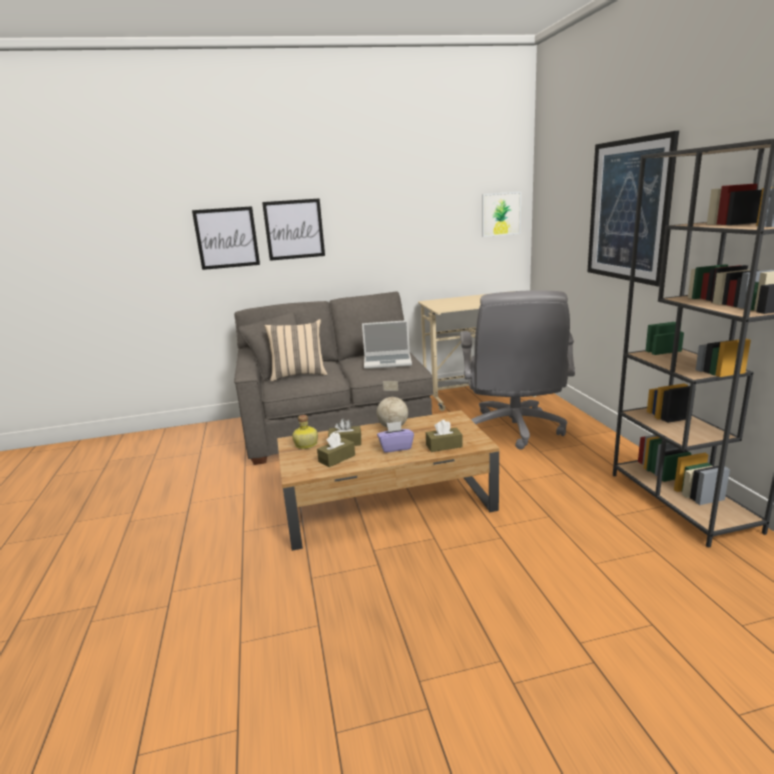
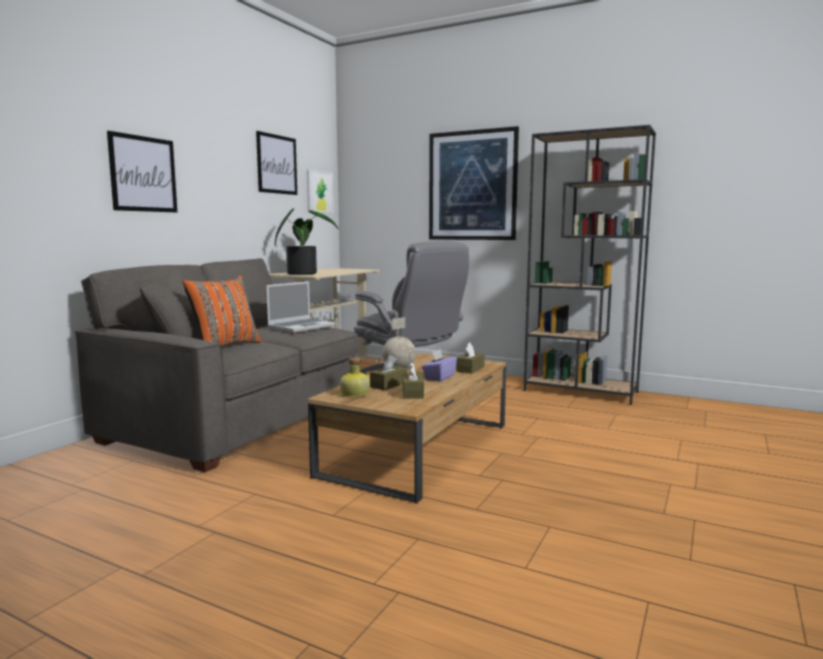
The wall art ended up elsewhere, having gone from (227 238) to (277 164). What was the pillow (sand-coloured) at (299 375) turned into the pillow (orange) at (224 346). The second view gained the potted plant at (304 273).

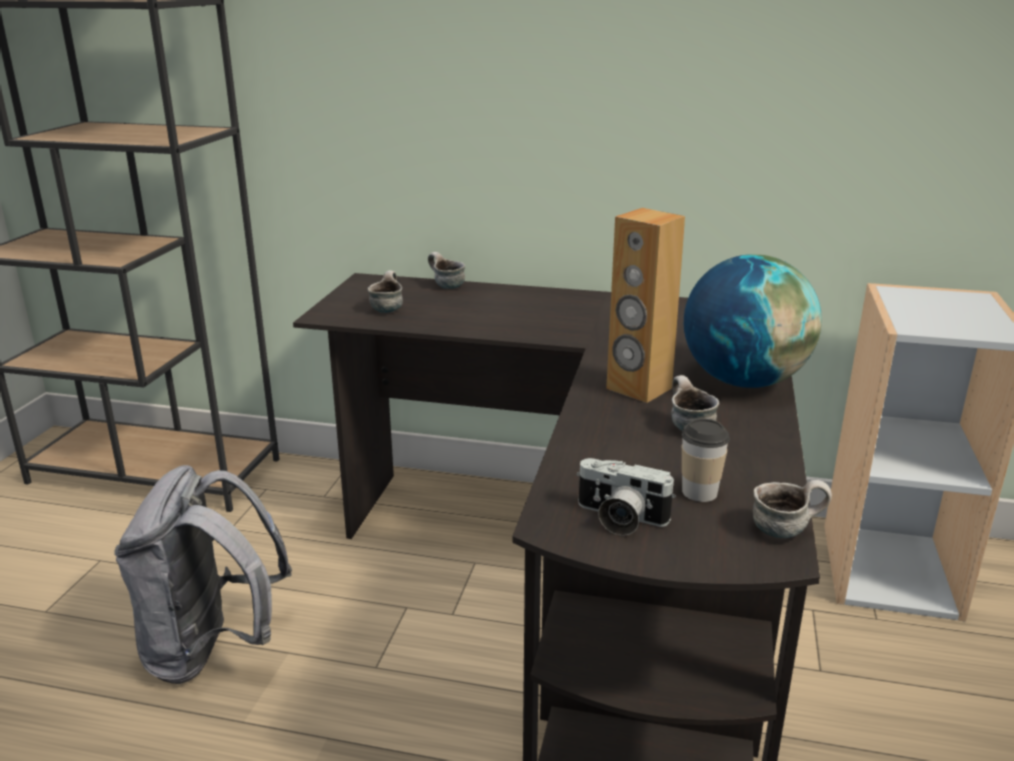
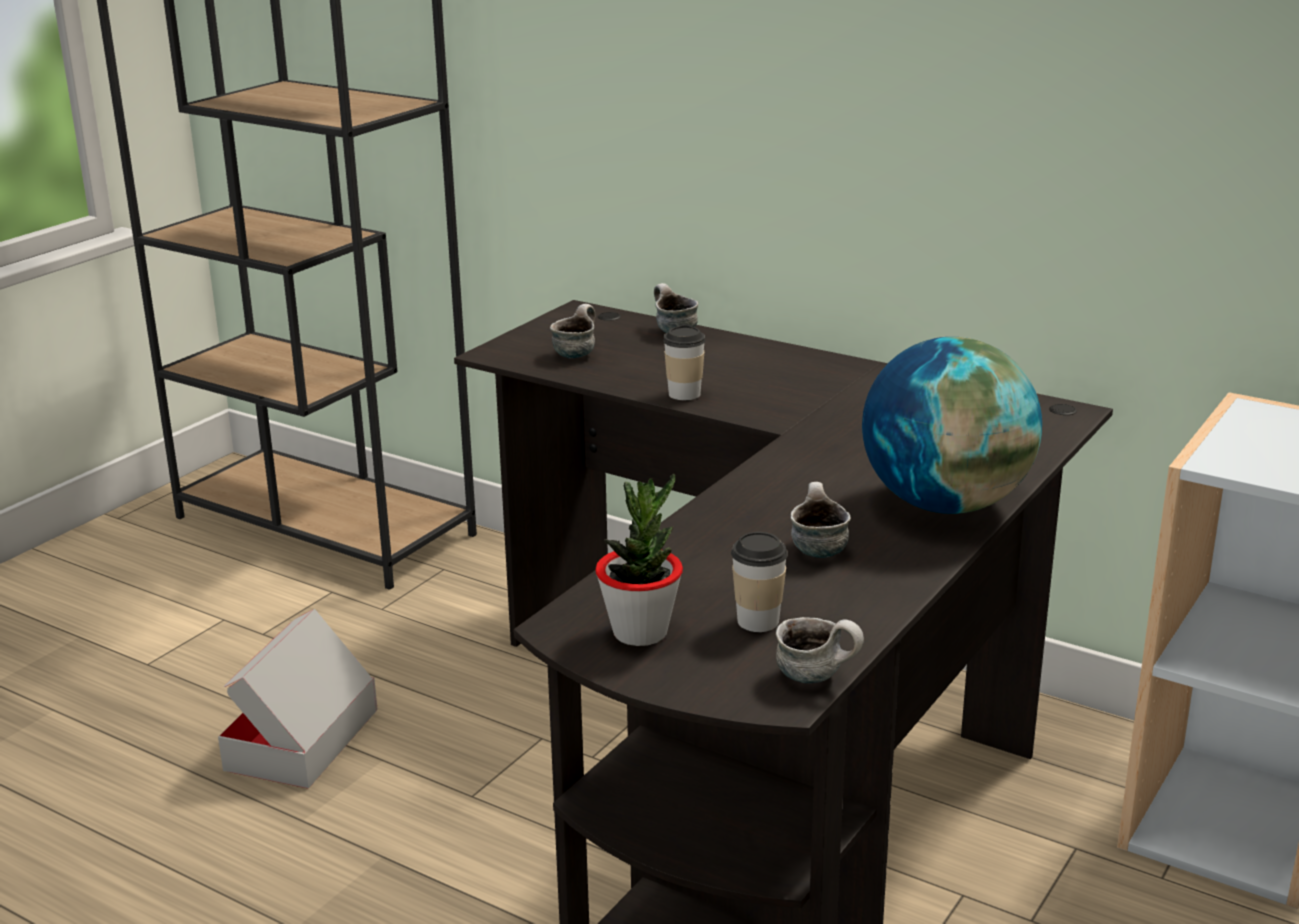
The second view lost the speaker (brownish) at (638 389). Where the still camera stood at (619 519), the potted plant came to stand at (640 632). Where the knapsack (gray) stood at (212 649), the carton came to stand at (302 739). The second view gained the small cup at (684 394).

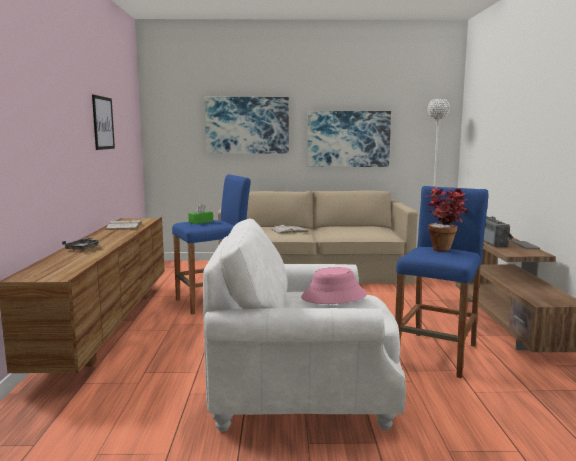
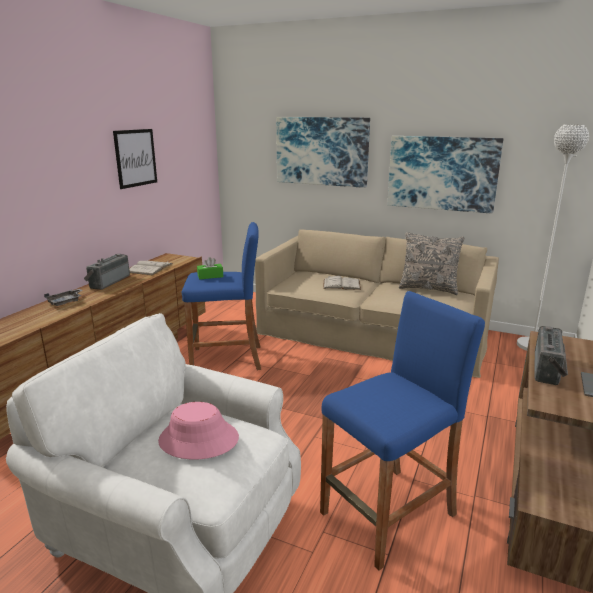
The second view lost the potted plant at (445 249). The second view gained the pillow (gray) at (428 289). The second view gained the radio set at (108 282).

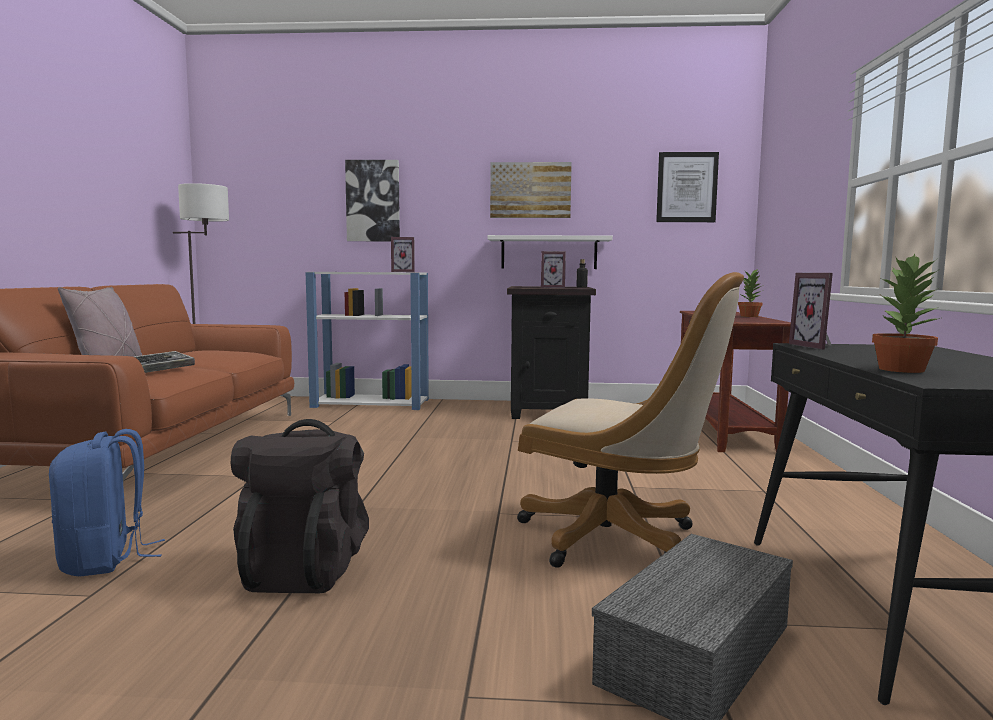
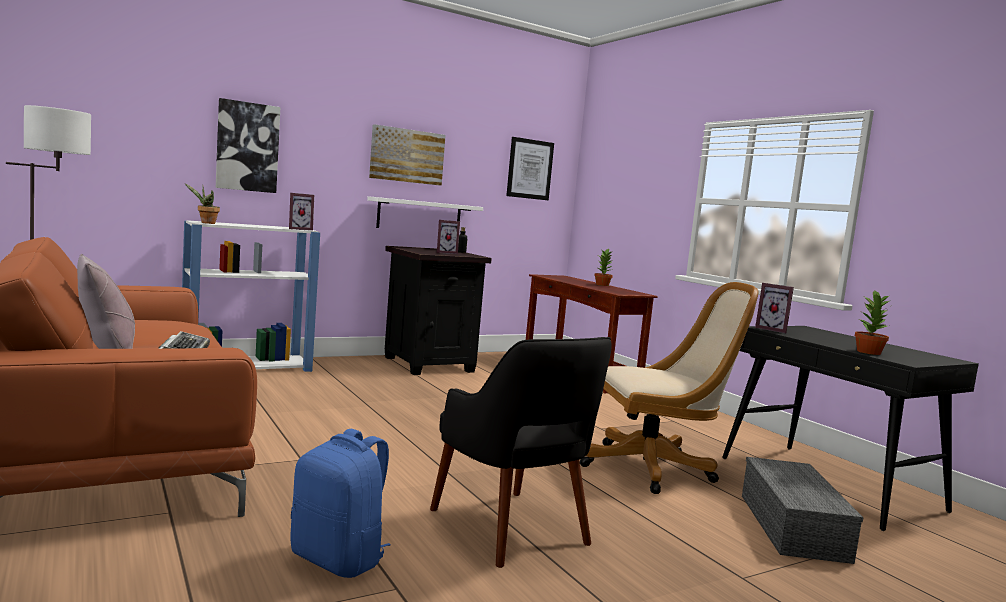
Where the knapsack (black) stood at (305 568), the armchair (black) came to stand at (511 529). The second view gained the potted plant at (206 223).

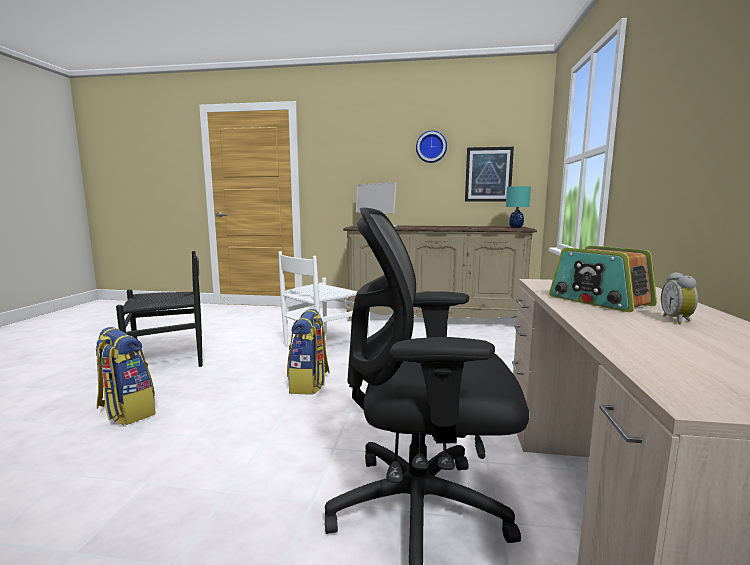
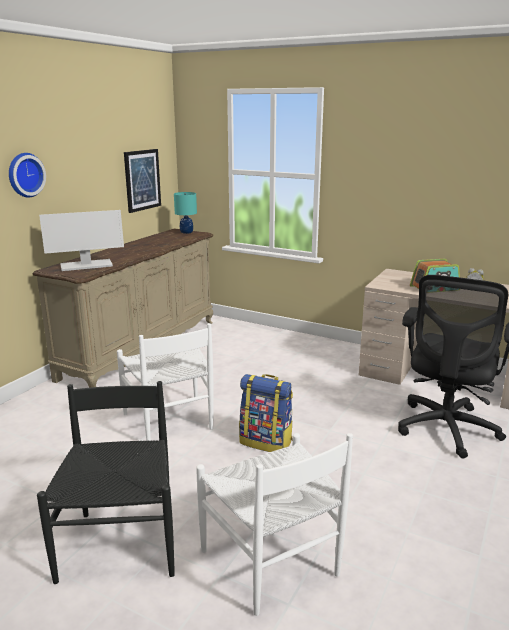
The hanging clock ended up elsewhere, having gone from (431 147) to (24 175). Where the knapsack stood at (126 412), the upright chair (white-coloured) came to stand at (273 562).

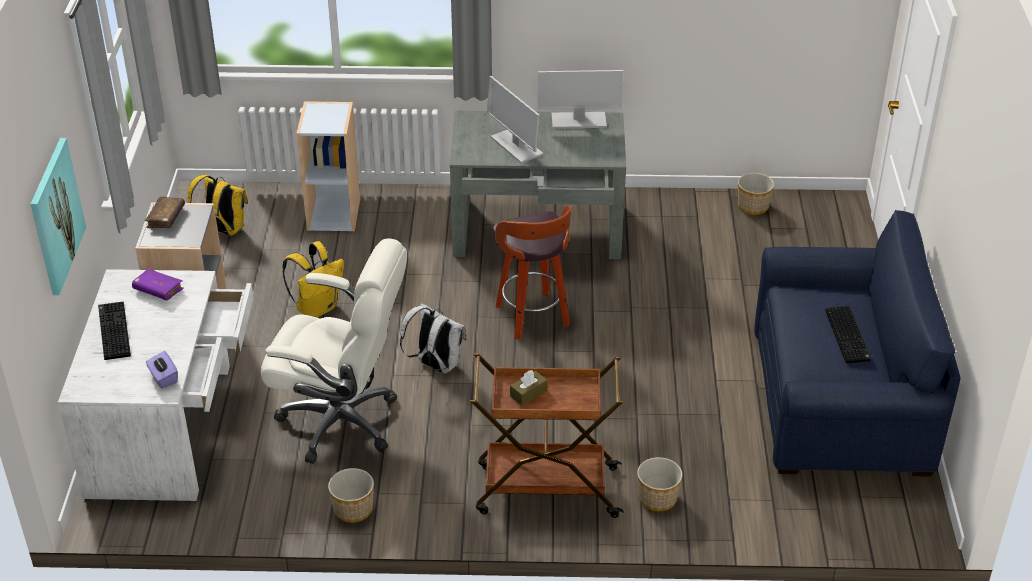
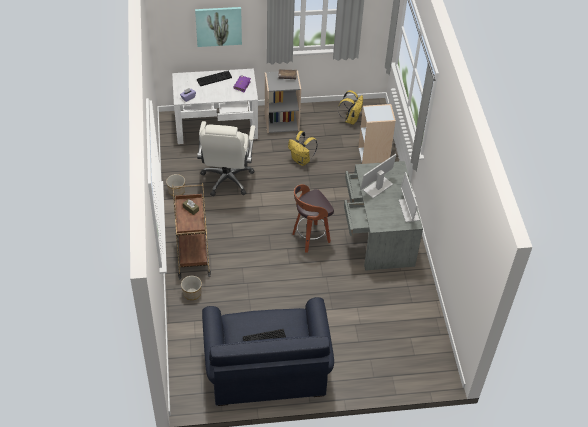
The second view lost the planter at (753 207). The second view lost the knapsack (white-coloured) at (435 365).

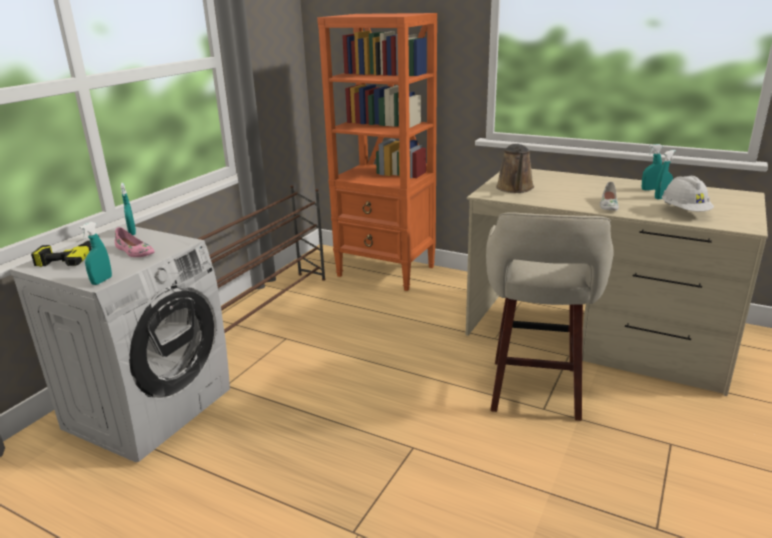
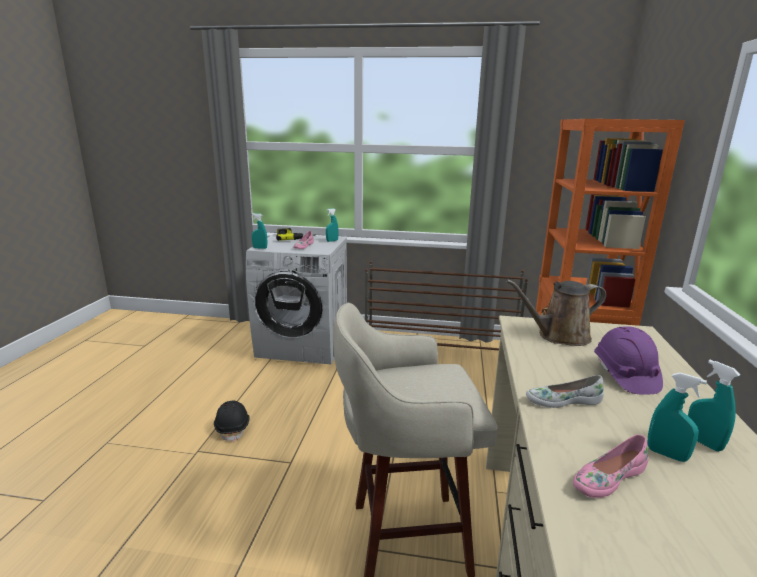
Where the work helmet (white-coloured) stood at (684 212), the item of footwear (pink) came to stand at (607 477). The second view gained the work helmet (purple-coloured) at (624 375). The second view gained the work helmet (black) at (233 428).

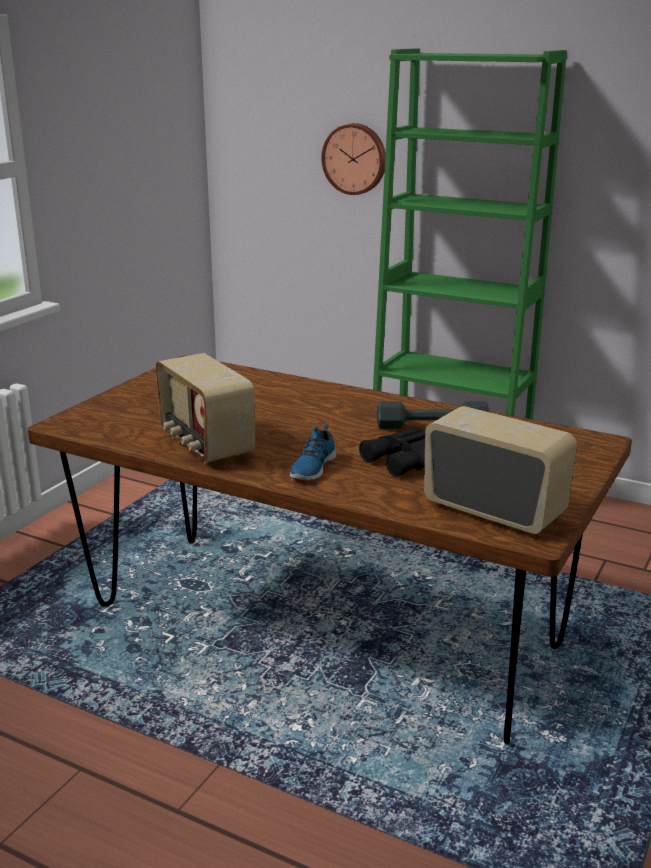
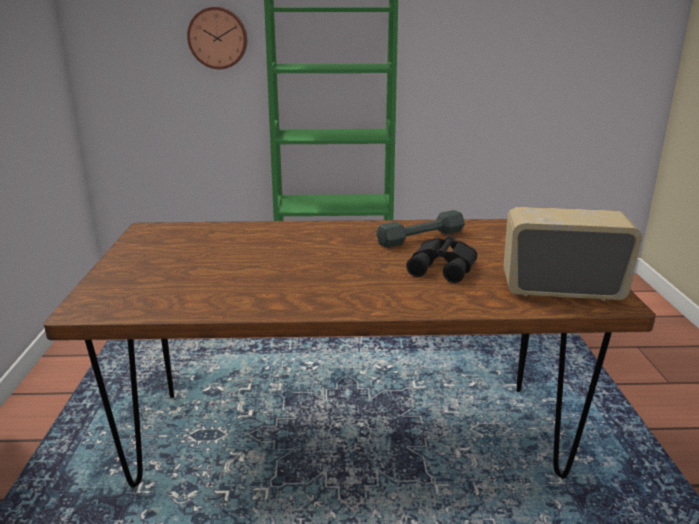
The second view lost the radio set at (205 445). The second view lost the item of footwear at (312 467).

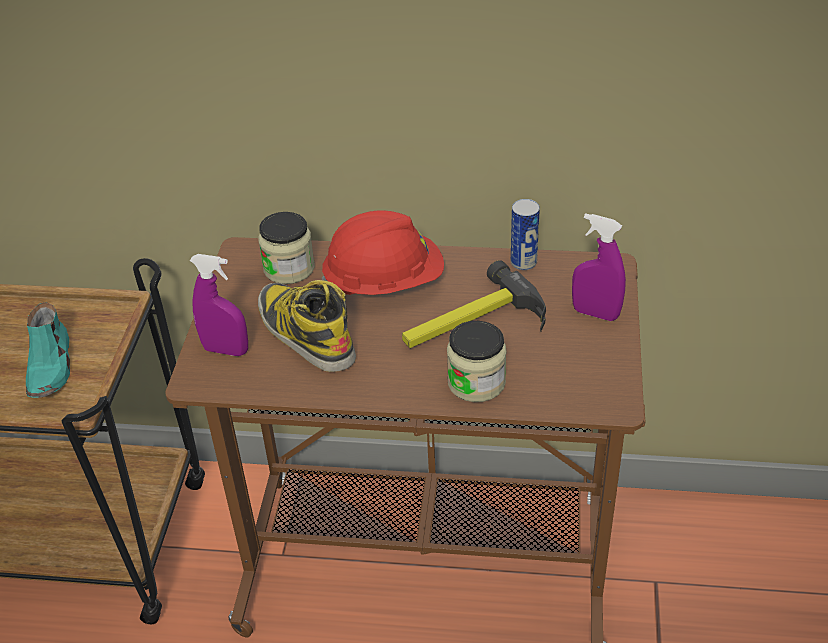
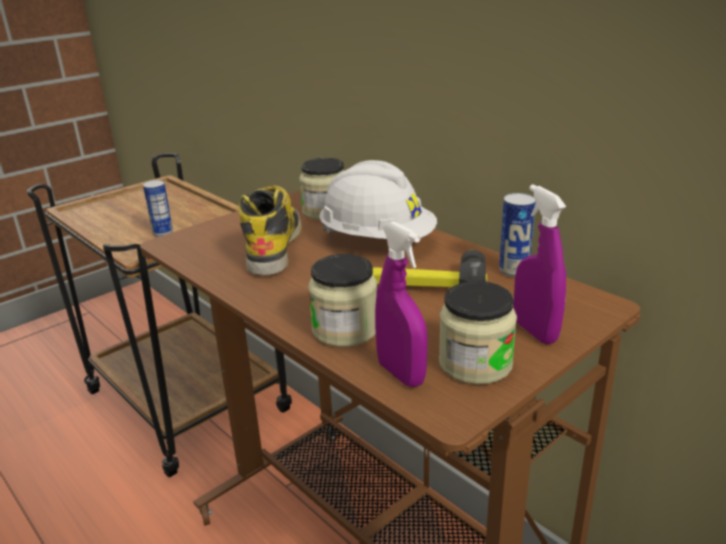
What was the work helmet (red-coloured) at (384 282) turned into the work helmet (white-coloured) at (377 241). The hand sprayer (purple-coloured) ended up elsewhere, having gone from (226 350) to (401 374). Where the item of footwear (turquoise) stood at (51 366), the sealed can came to stand at (163 233). The second view gained the jar at (475 364).

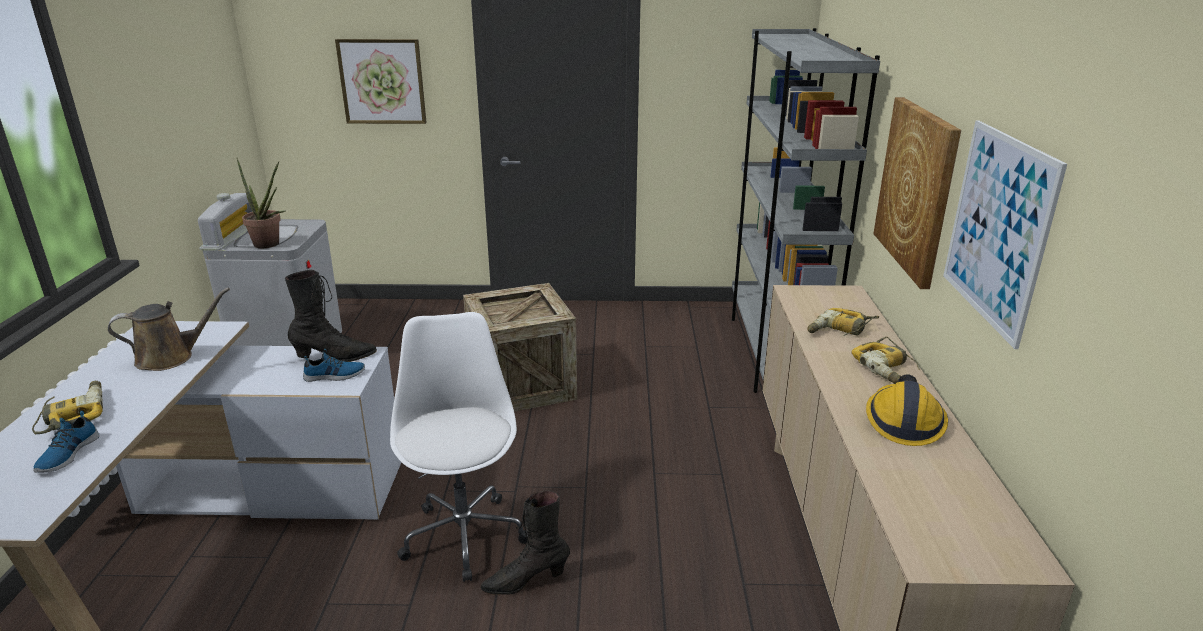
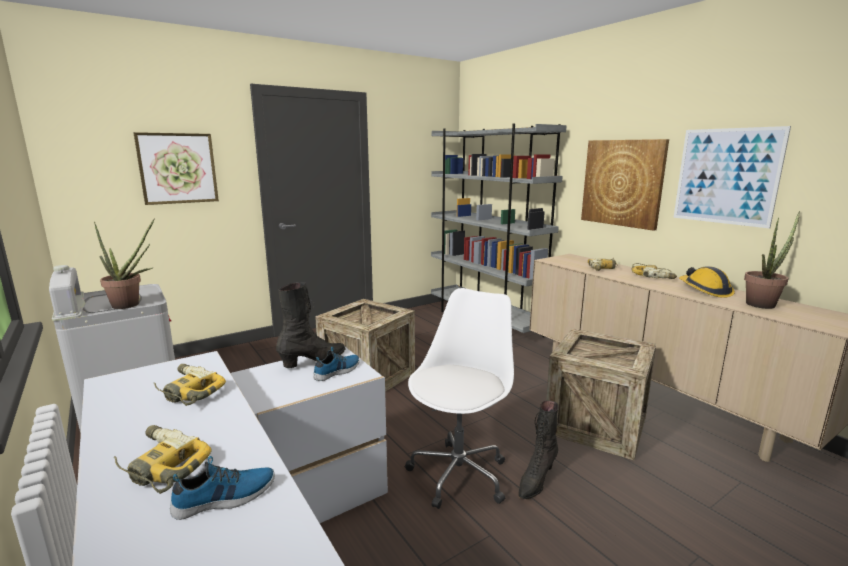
Where the sprinkling can (brownish) stood at (170 357), the power drill came to stand at (187 392). The computer chair (white-coloured) at (464 534) ended up facing another way, 75 degrees clockwise from before. The item of footwear at (66 454) ended up facing another way, 90 degrees counterclockwise from before. The second view gained the potted plant at (763 304). The second view gained the packing crate at (596 424).

